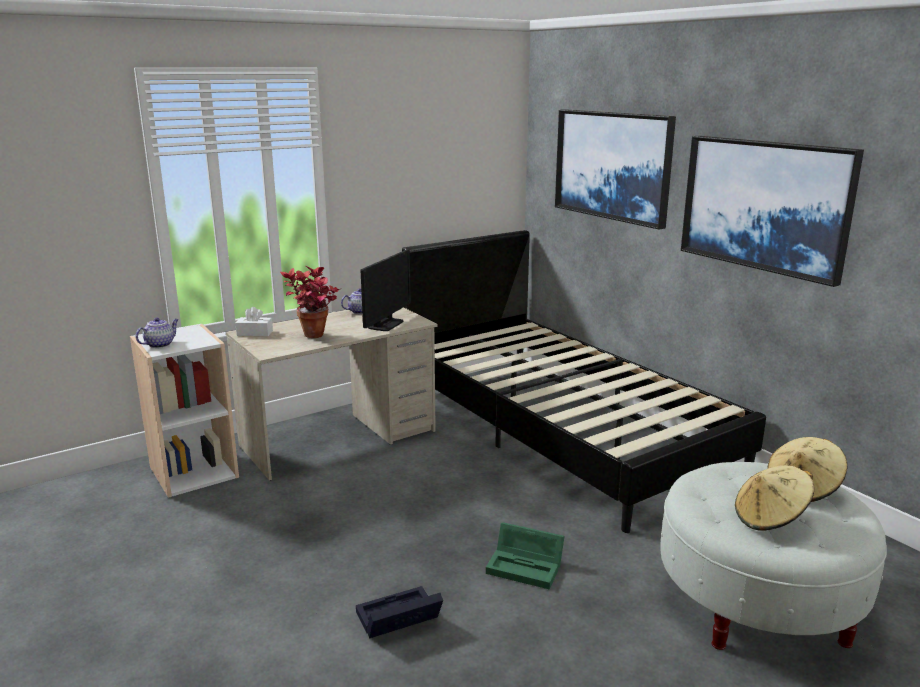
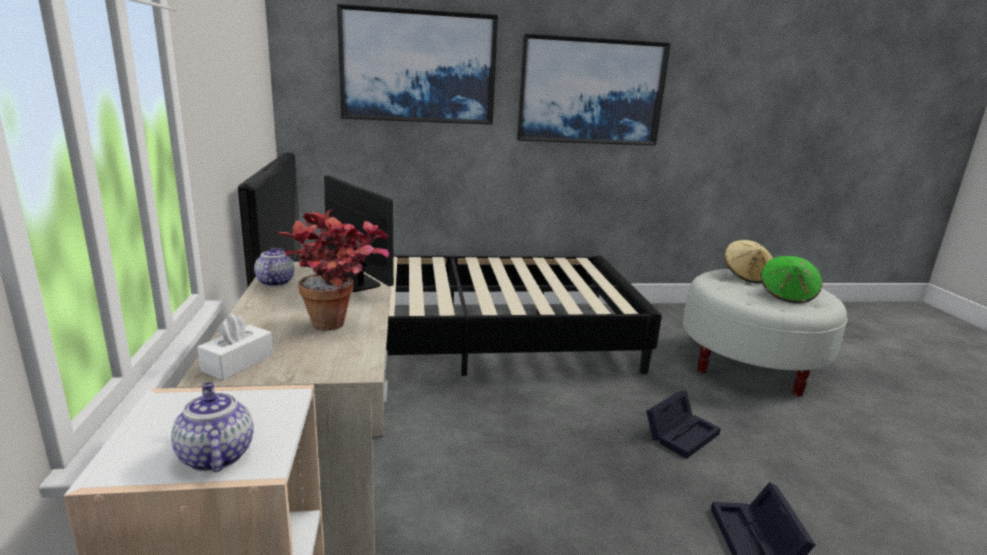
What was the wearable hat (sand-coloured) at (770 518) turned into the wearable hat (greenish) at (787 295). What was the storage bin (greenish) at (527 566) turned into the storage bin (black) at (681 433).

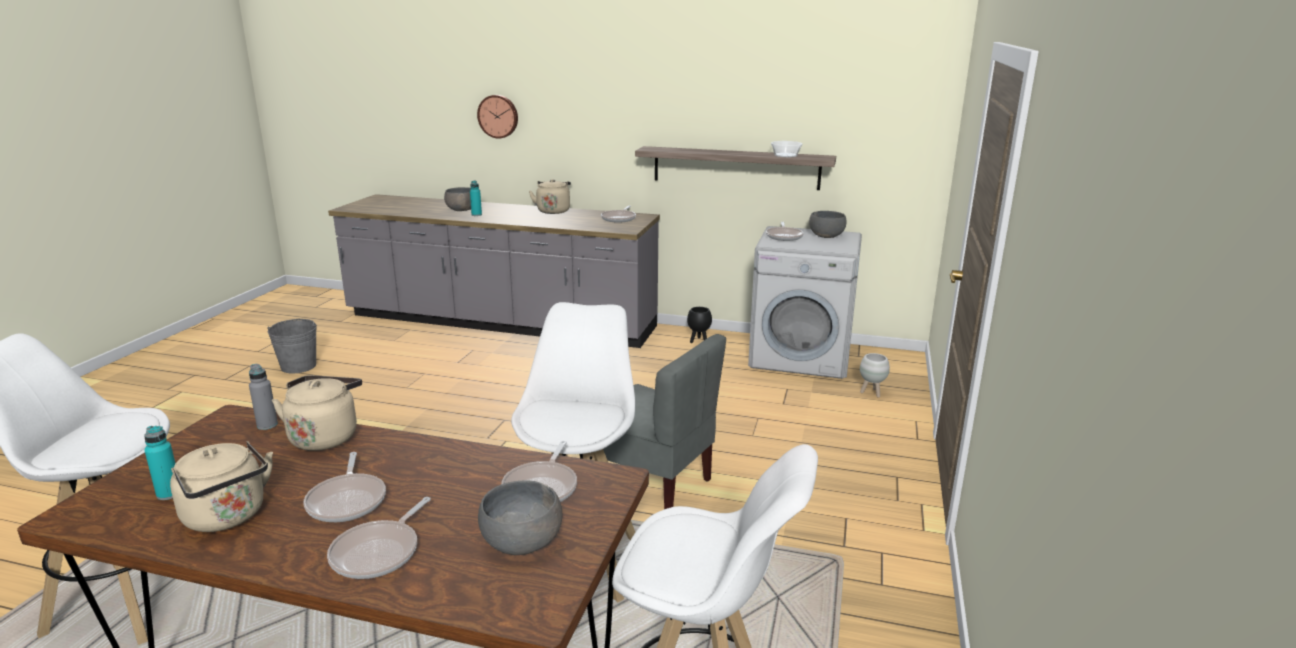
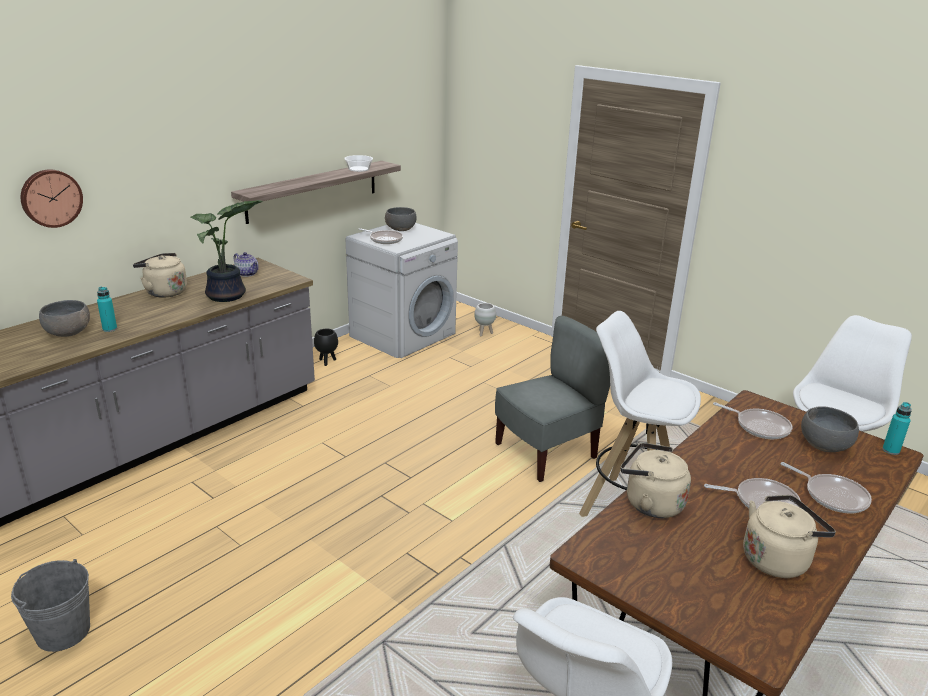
Where the skillet stood at (619 218), the tea pot came to stand at (247 273). The second view lost the beverage bottle (gray) at (267 425). The beverage bottle (turquoise) ended up elsewhere, having gone from (169 494) to (891 450). The second view gained the potted plant at (227 296).

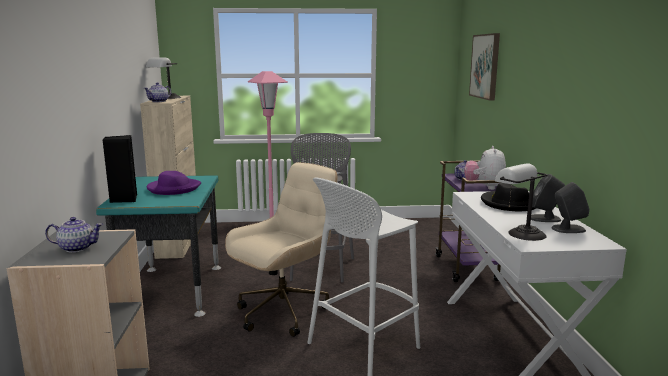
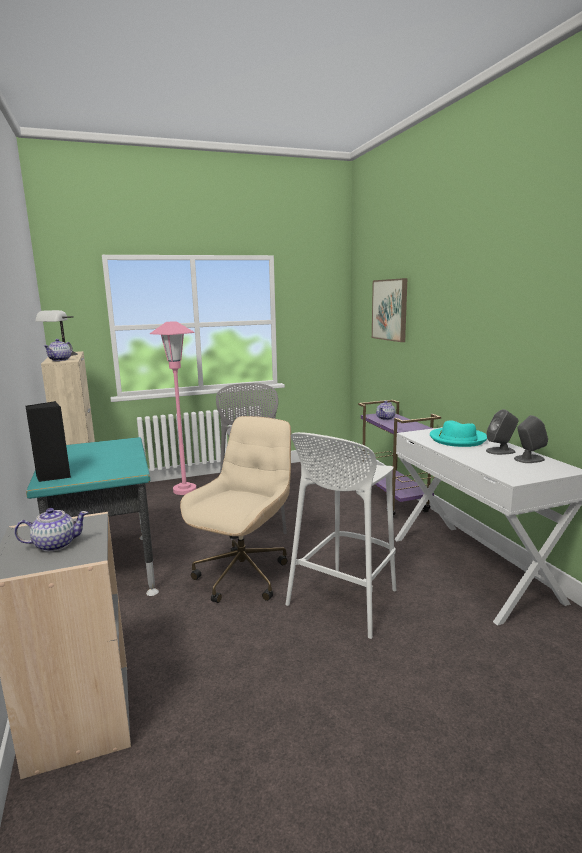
The second view lost the cuddly toy at (484 187). The second view lost the table lamp at (519 232). The second view lost the wearable hat (purple-coloured) at (173 188). What was the wearable hat (black) at (510 203) turned into the wearable hat (turquoise) at (457 439).

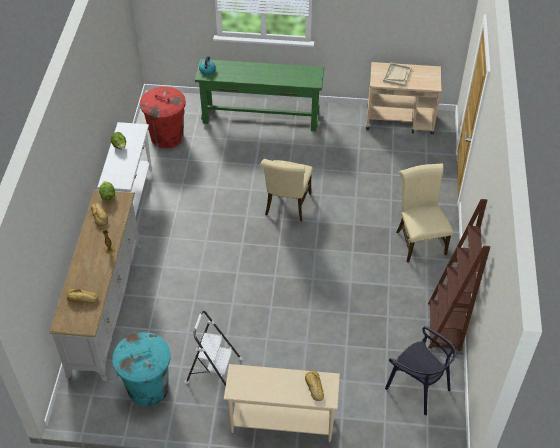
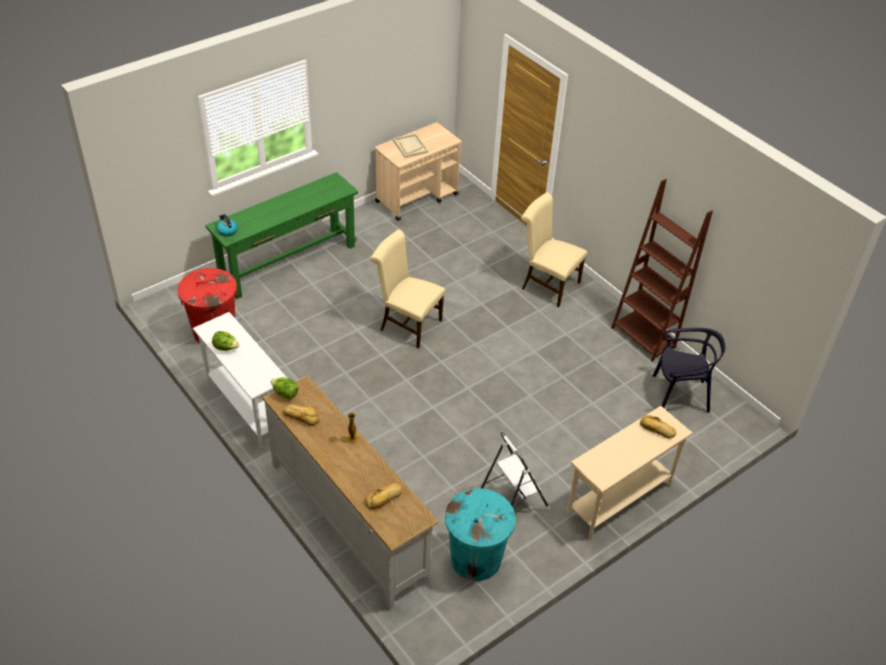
The upright chair (sand-coloured) at (287 206) ended up facing another way, 150 degrees clockwise from before.

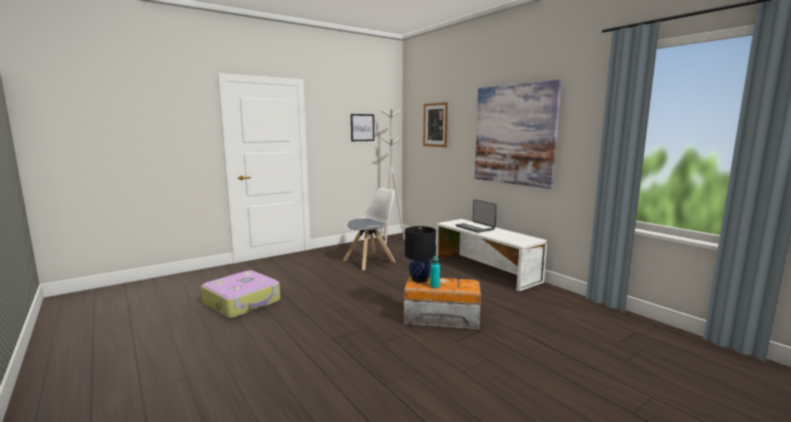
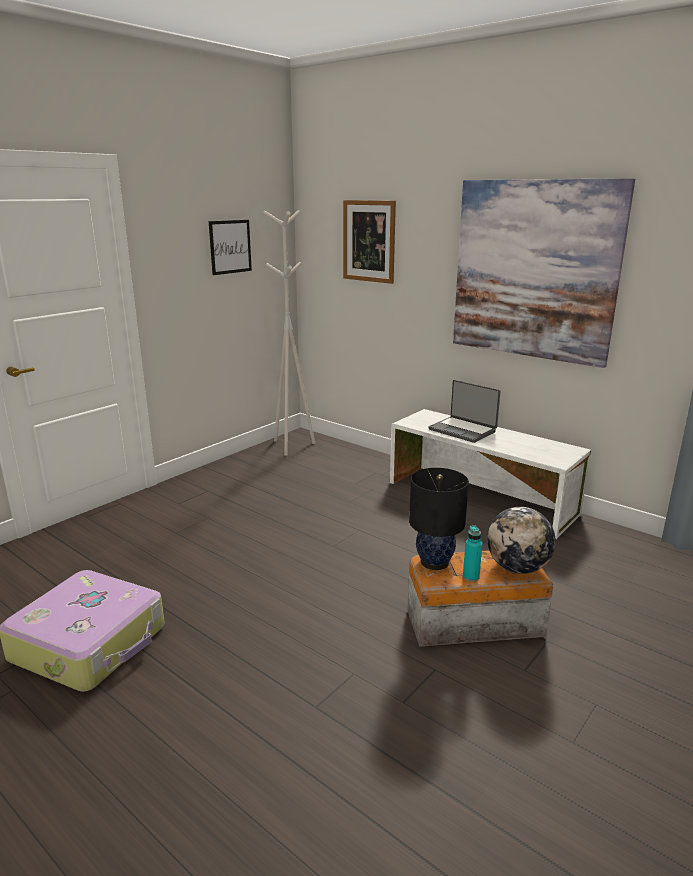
The second view lost the upright chair at (370 261). The second view gained the desk globe at (517 568).

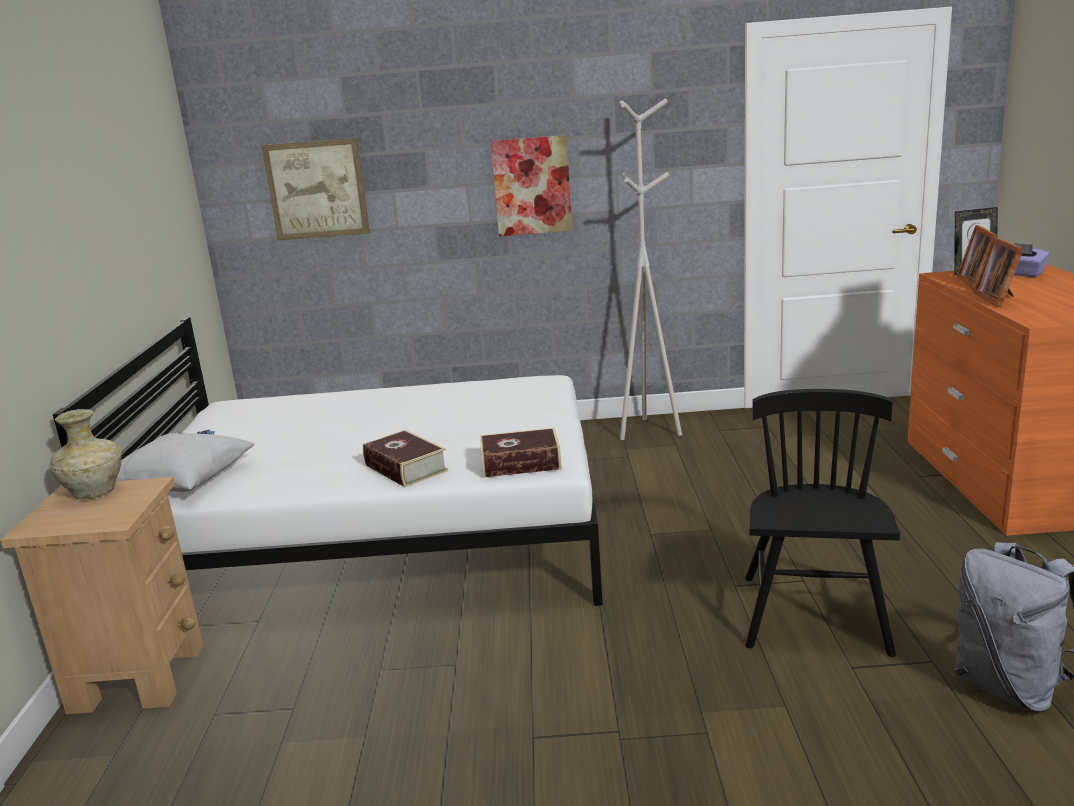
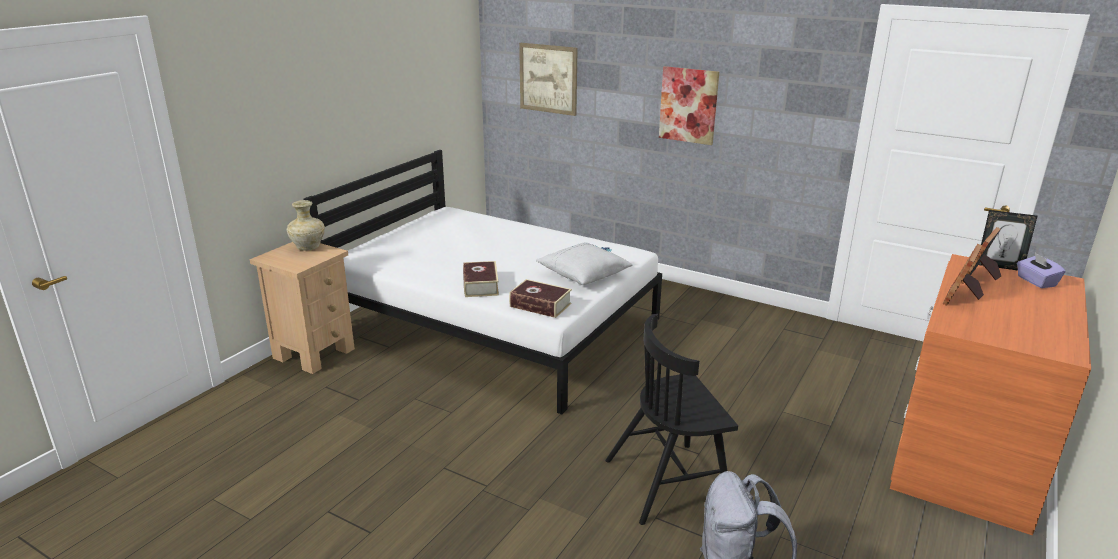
The second view lost the clothes rack (gray) at (649 431). The upright chair (black) at (815 619) ended up facing another way, 150 degrees counterclockwise from before. The pillow (gray) ended up elsewhere, having gone from (181 480) to (583 275).

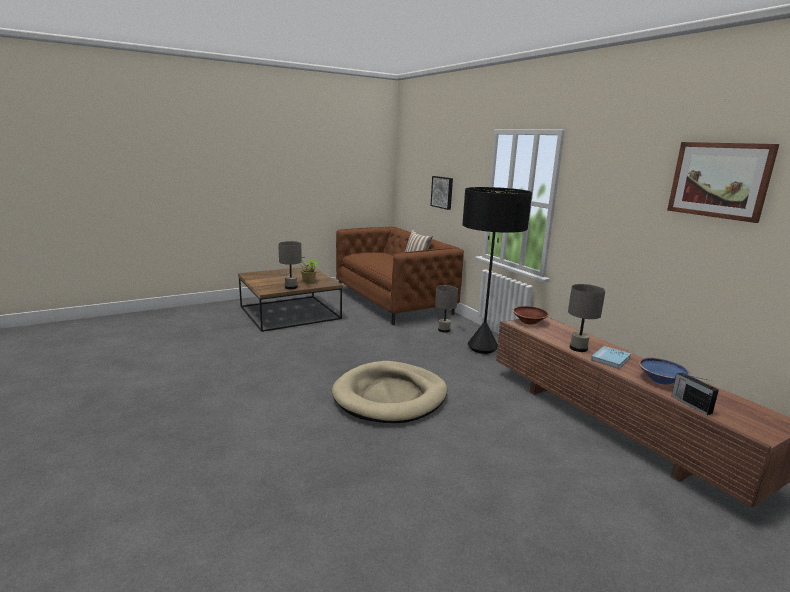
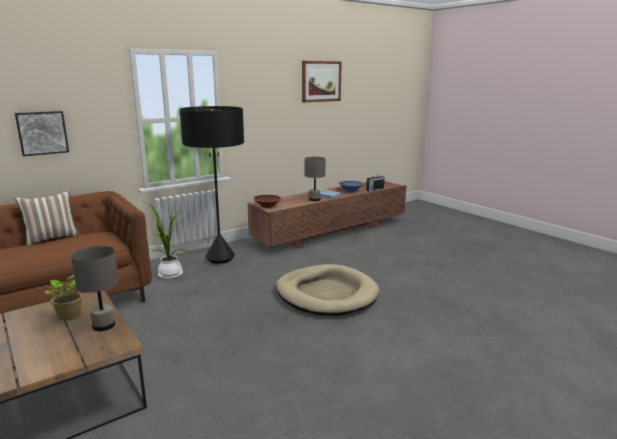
Where the table lamp (gray) stood at (444 330), the potted plant came to stand at (169 274).

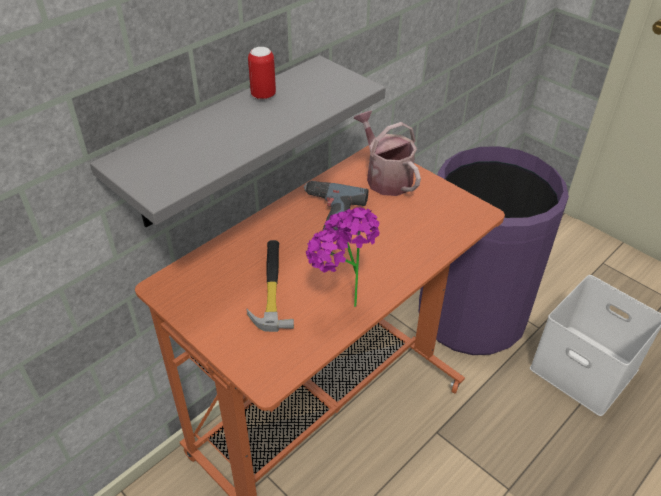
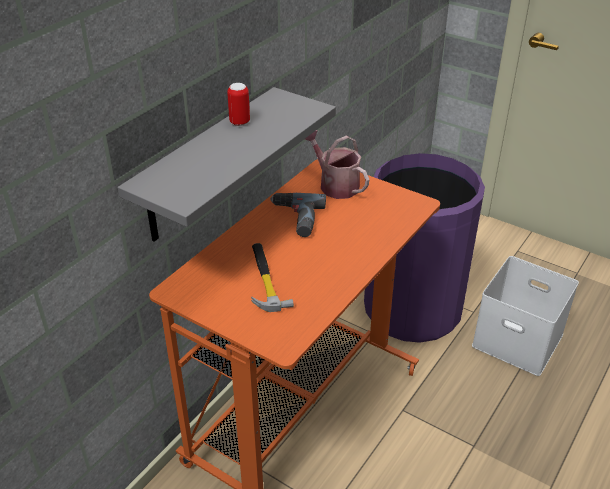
The second view lost the potted plant at (339 303).

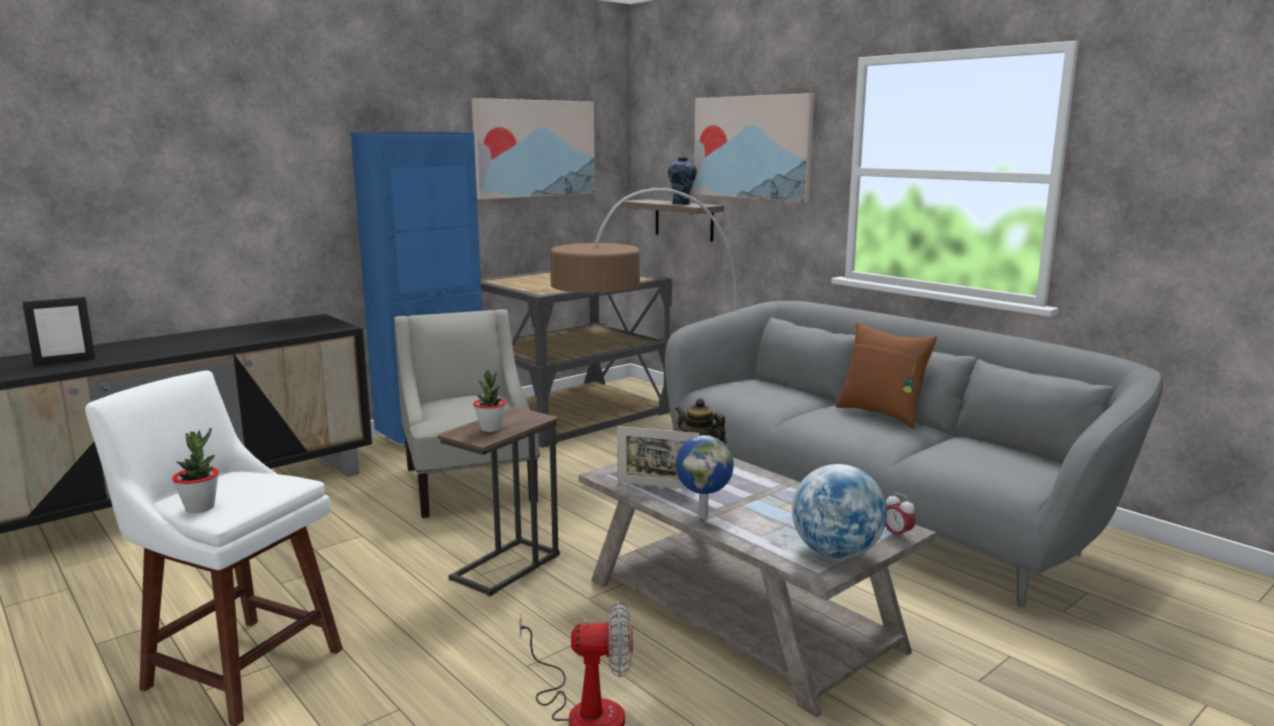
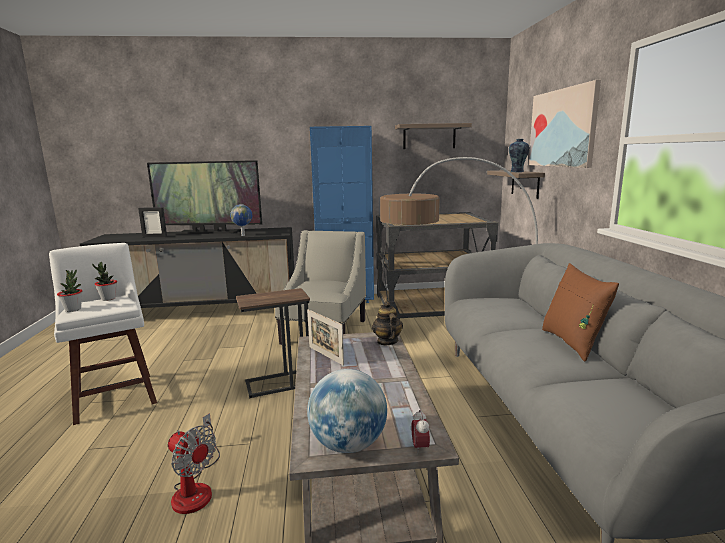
Where the wall art hung at (534 148), the bracket shelf came to hang at (429 137). The potted plant ended up elsewhere, having gone from (490 429) to (108 299). The desk globe ended up elsewhere, having gone from (703 516) to (243 235). The second view gained the TV at (210 232).

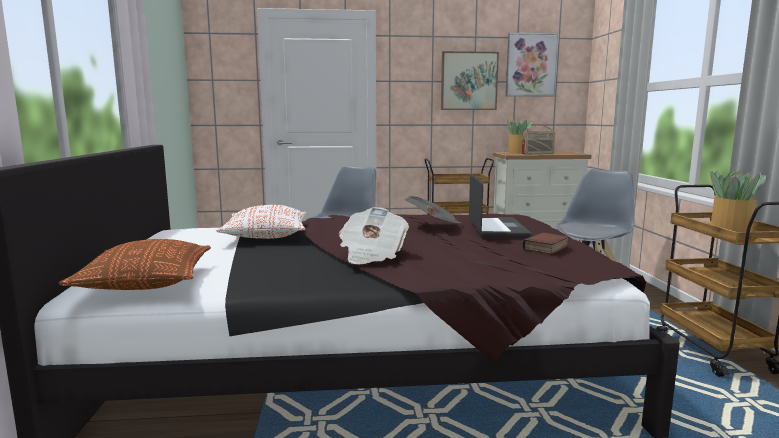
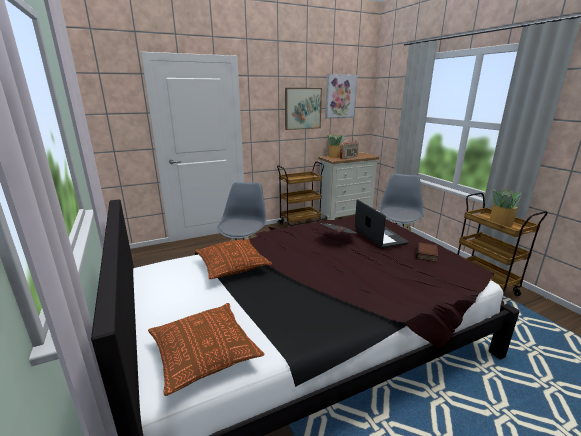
What was the pillow (white-coloured) at (266 236) turned into the pillow (brownish) at (232 267). The second view lost the newspaper at (372 254).

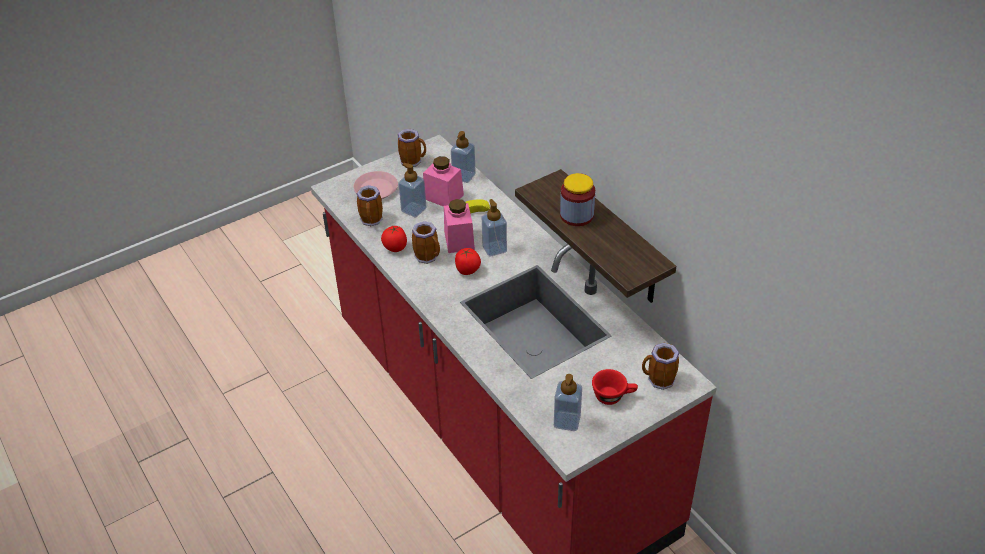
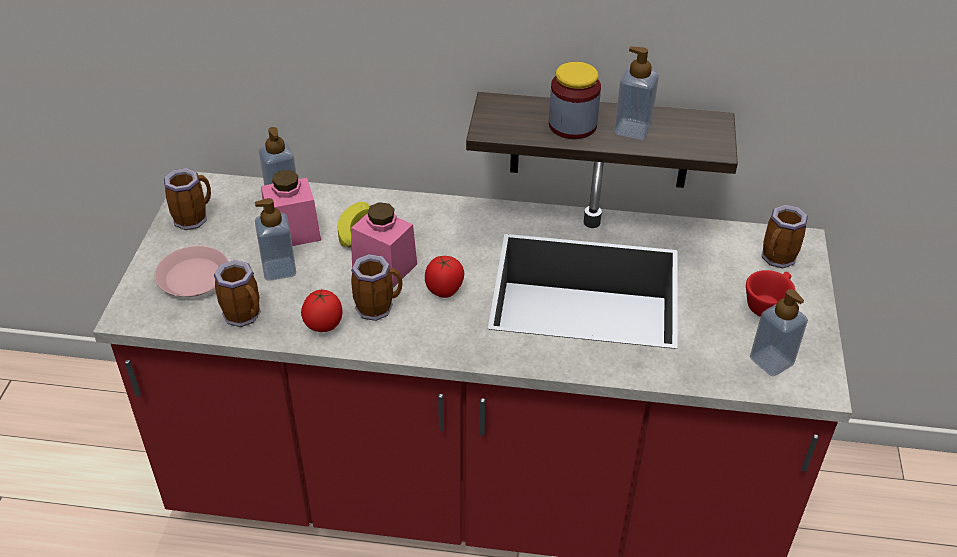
The liquid soap bottle ended up elsewhere, having gone from (494 249) to (632 129).

